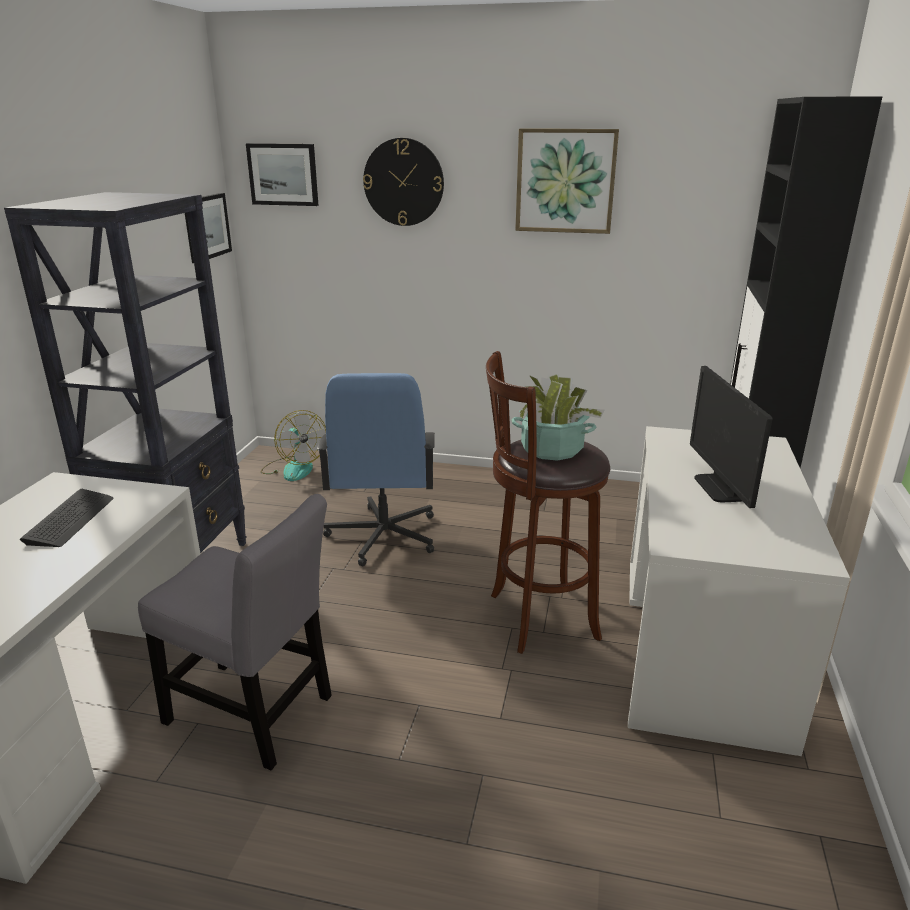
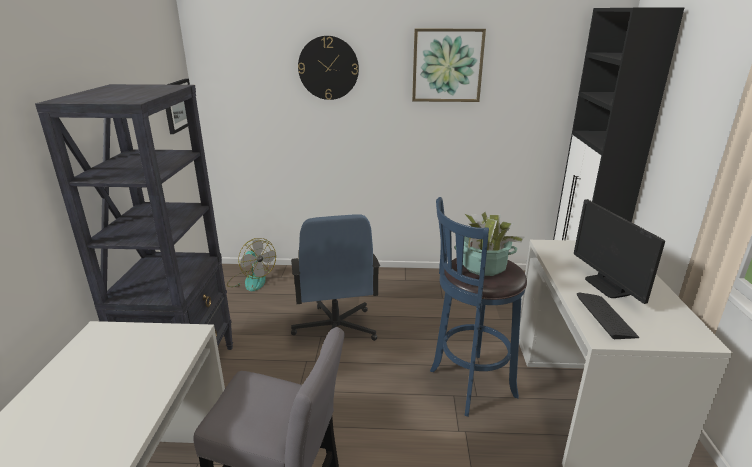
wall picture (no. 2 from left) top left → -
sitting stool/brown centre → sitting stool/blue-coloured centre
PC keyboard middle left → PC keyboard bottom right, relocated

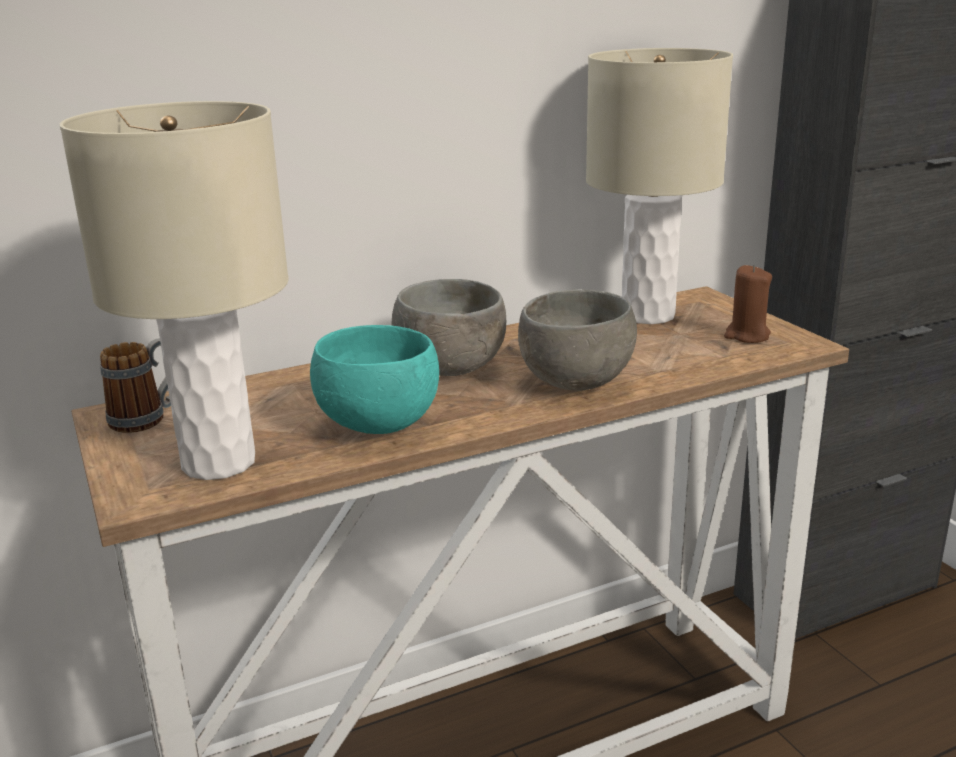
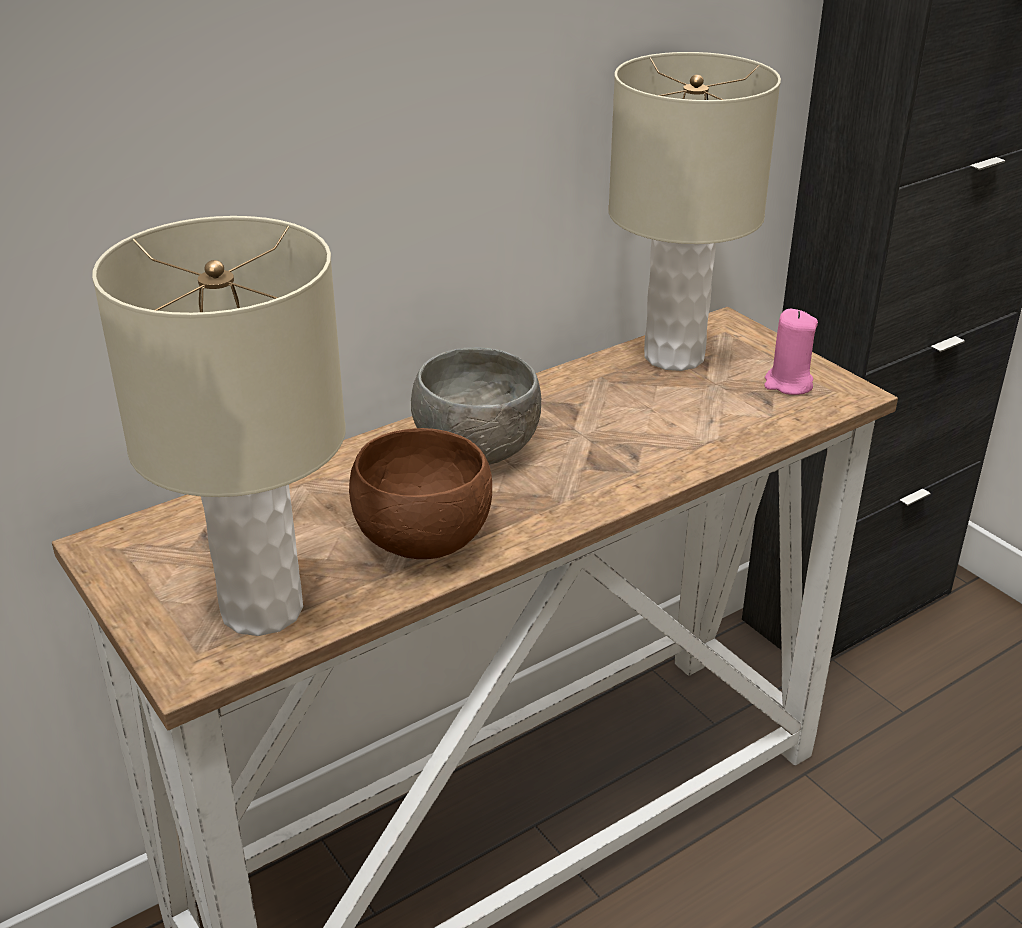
candle/brown middle right → candle/pink-coloured middle right
deep dish/grey (no. 2 from left) centre → -
deep dish/turquoise centre → deep dish/brown centre
coffee mug middle left → -

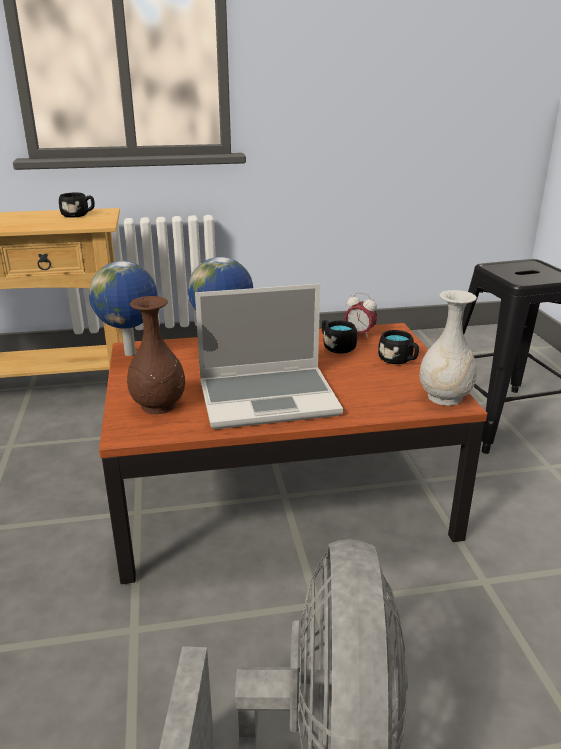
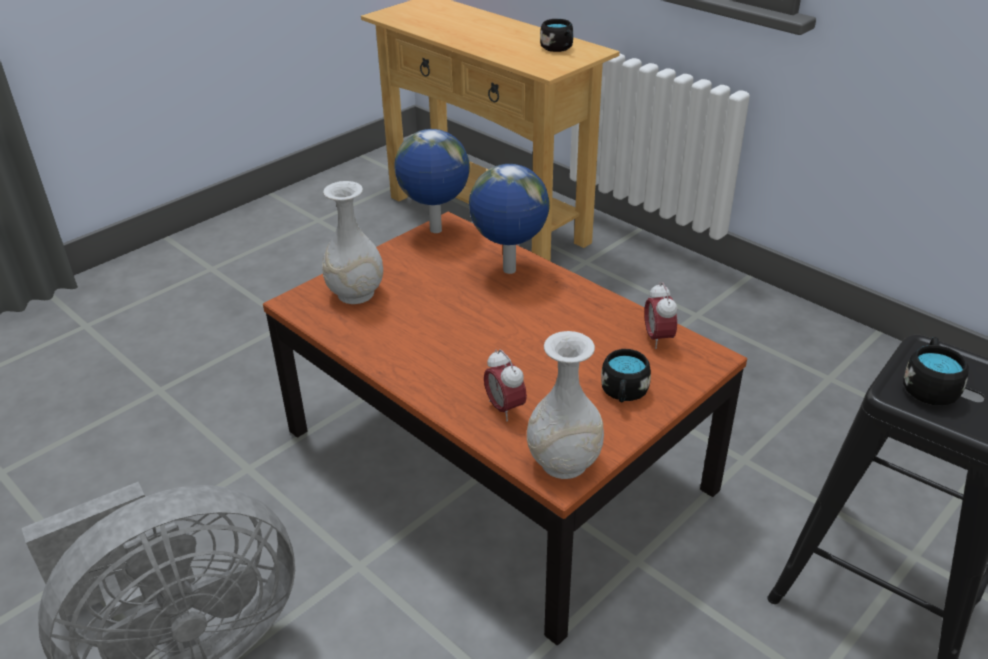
laptop centre → -
flower vase/brown middle left → flower vase/whitish (no. 1 from left) centre
coffee mug/black-coloured (no. 2 from left in the first image) centre → coffee mug/black-coloured (no. 3 from left) middle right, relocated
- → table clock (no. 1 from left) centre

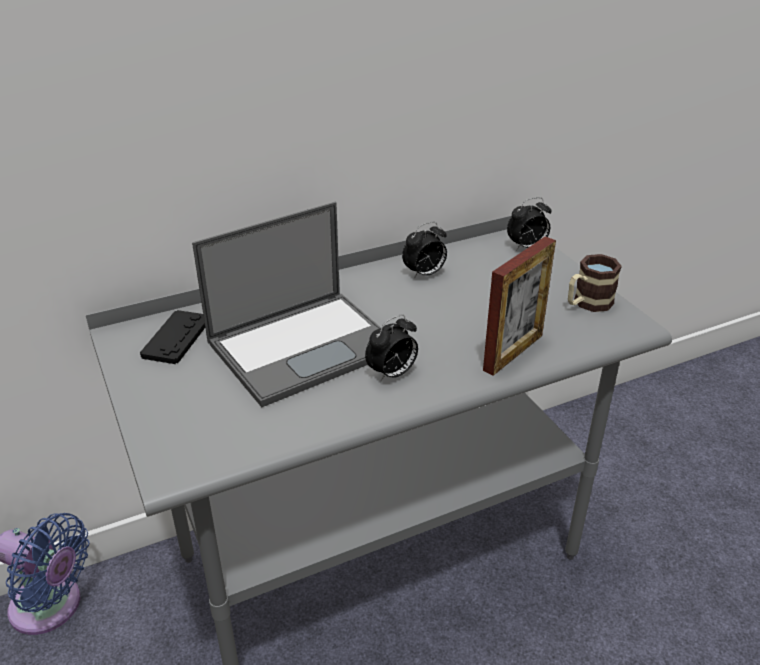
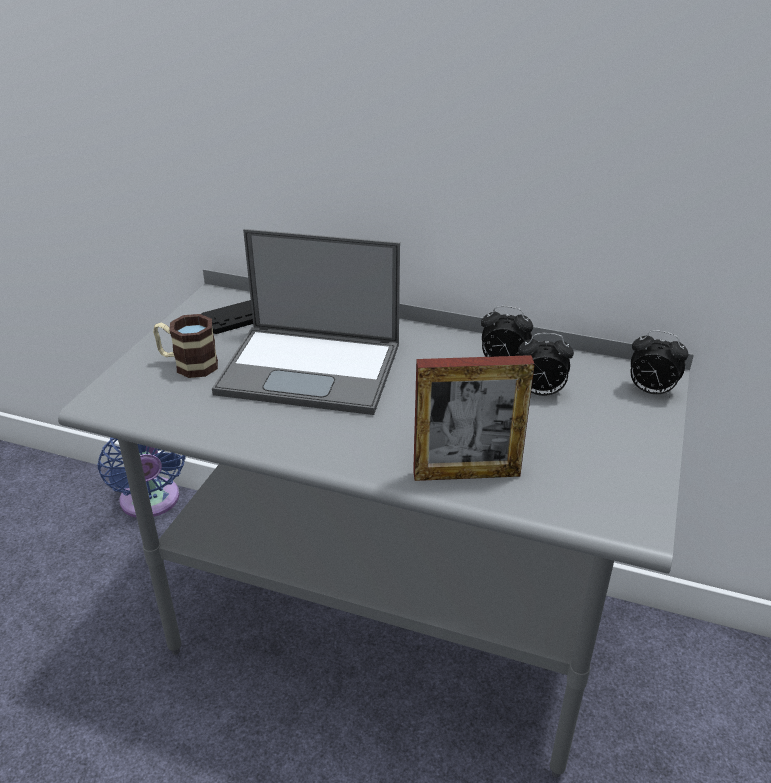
coffee mug middle right → coffee mug middle left, relocated
table clock (no. 1 from left in the first image) centre → table clock (no. 2 from left) middle right, relocated

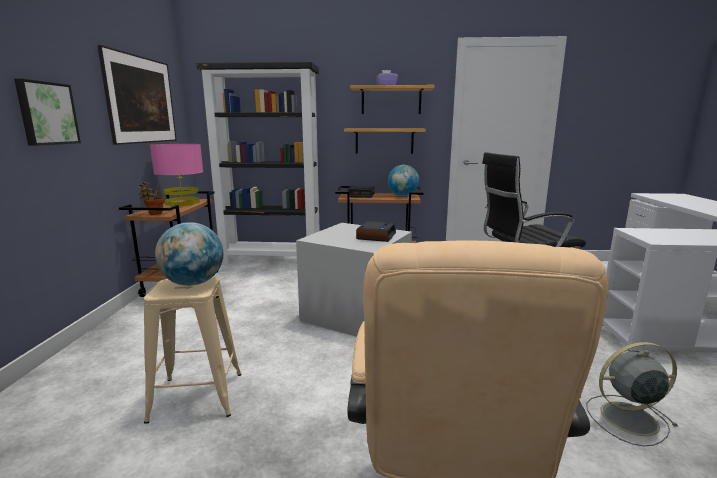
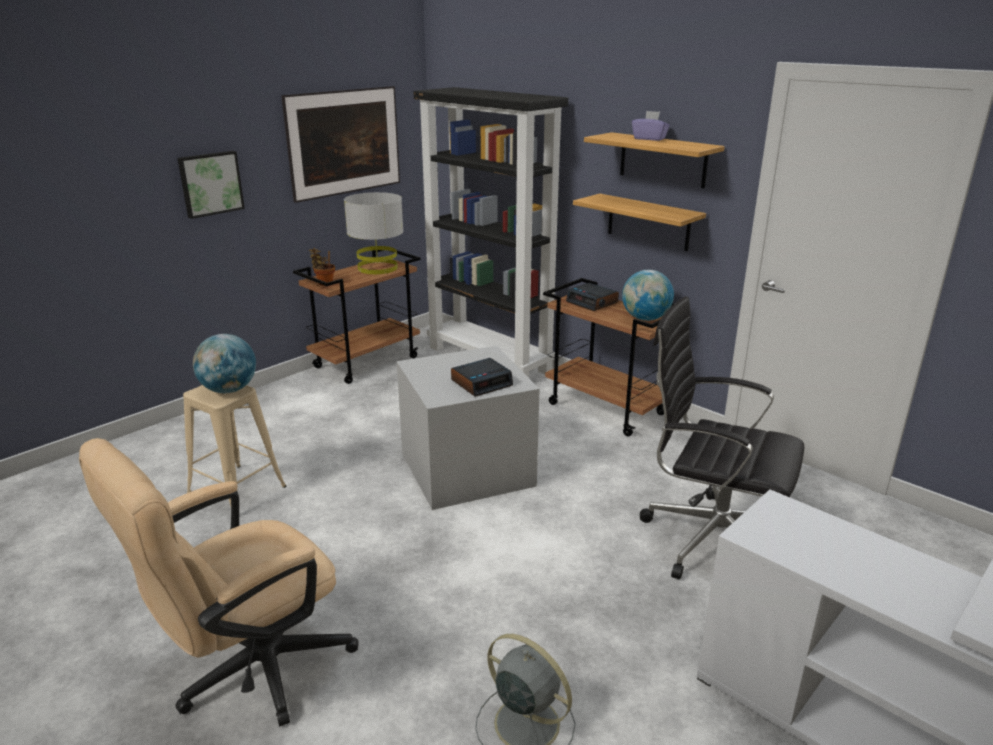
table lamp/pink-coloured middle left → table lamp/grey top centre

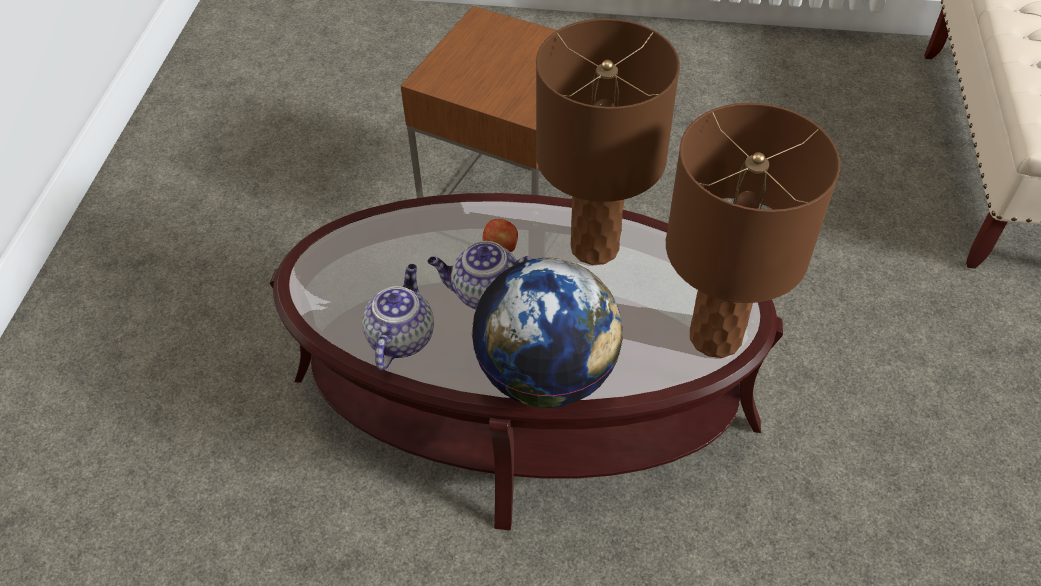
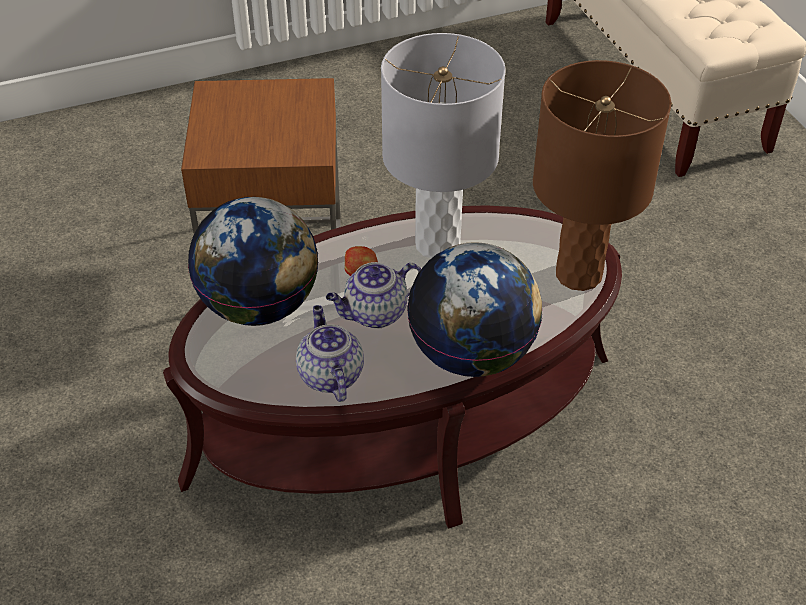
table lamp/brown (no. 1 from left) top centre → table lamp/grey top centre
- → world globe (no. 1 from left) middle left

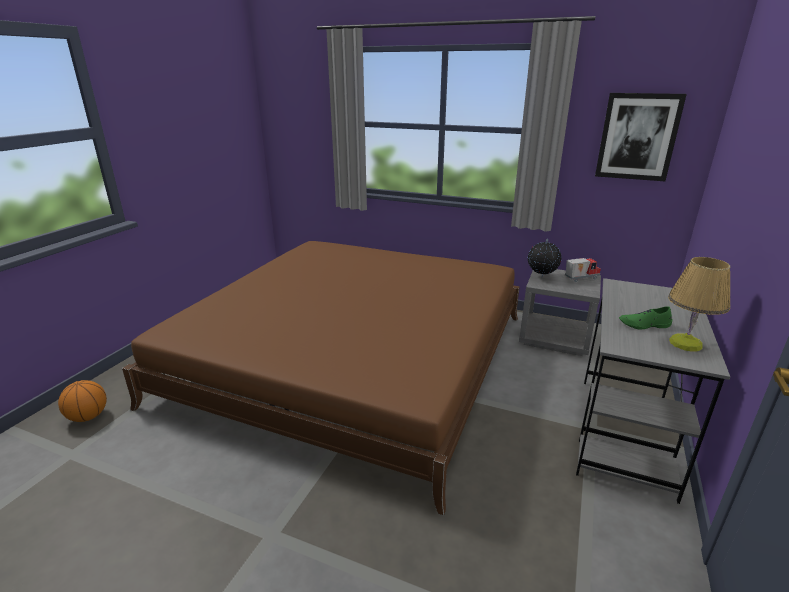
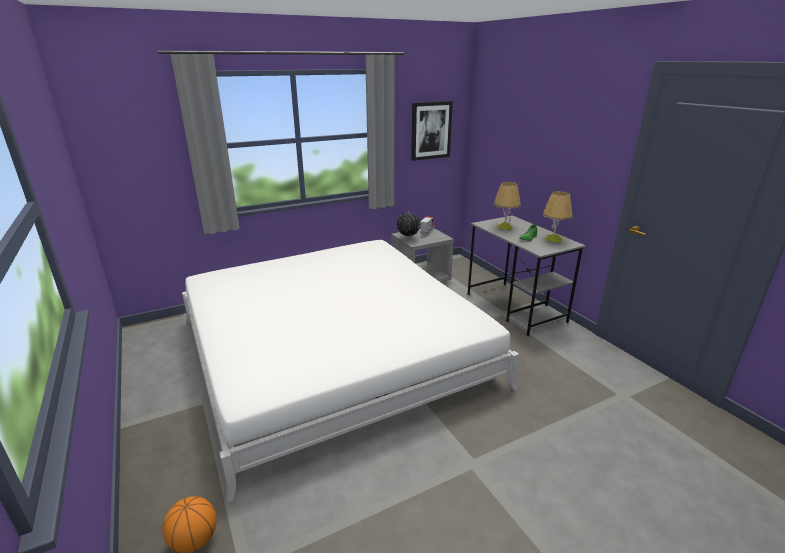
bed/brown centre → bed/whitish bottom centre
- → table lamp (no. 1 from left) centre

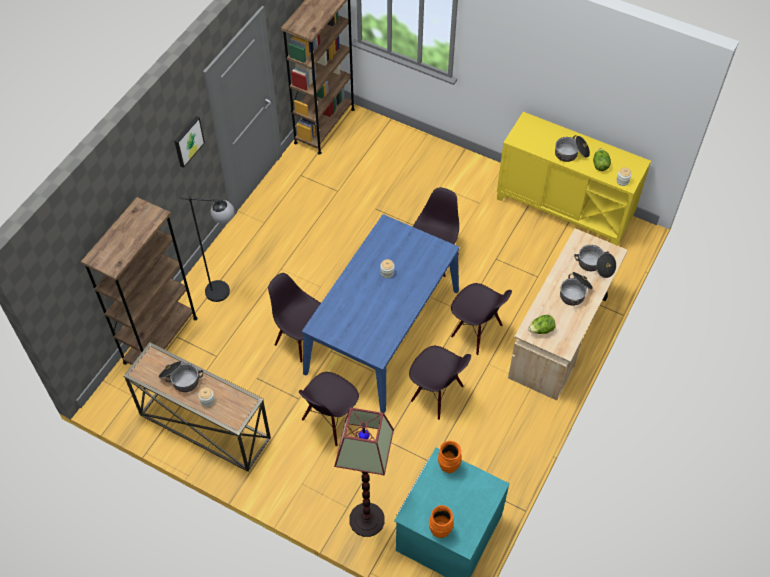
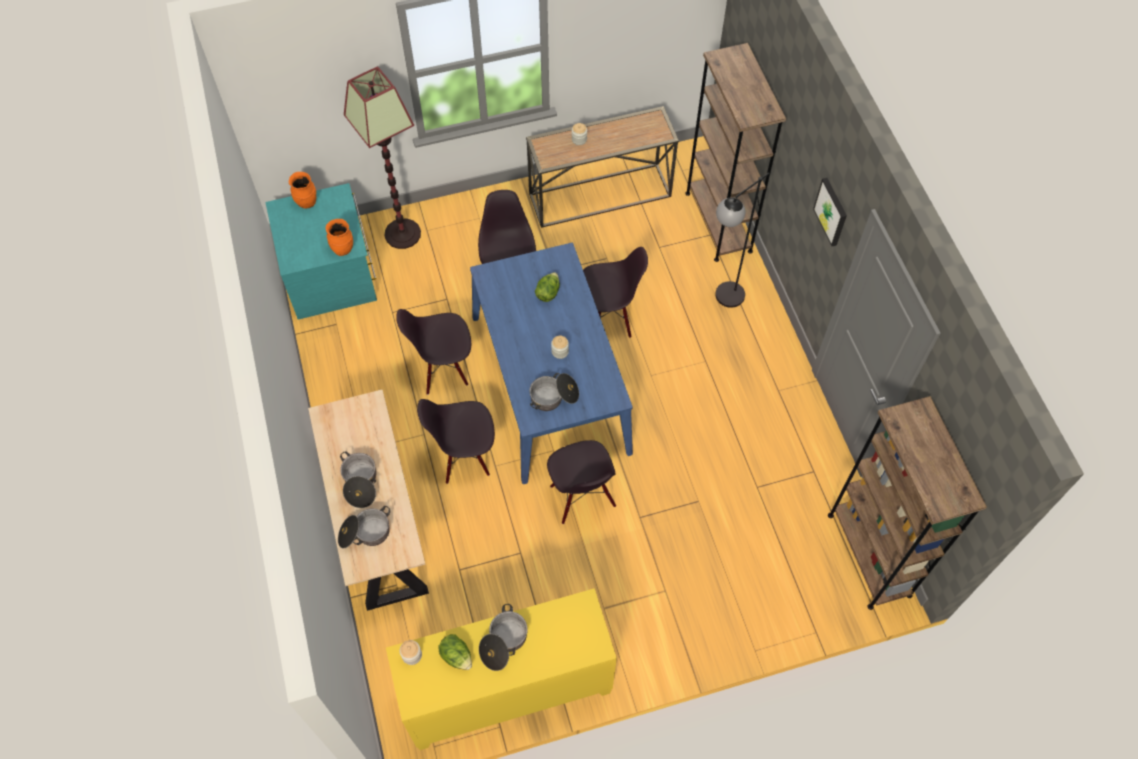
lettuce head (no. 1 from left in the first image) middle right → lettuce head (no. 2 from left) centre, relocated
saucepot (no. 1 from left in the first image) middle left → saucepot (no. 4 from left) centre, relocated

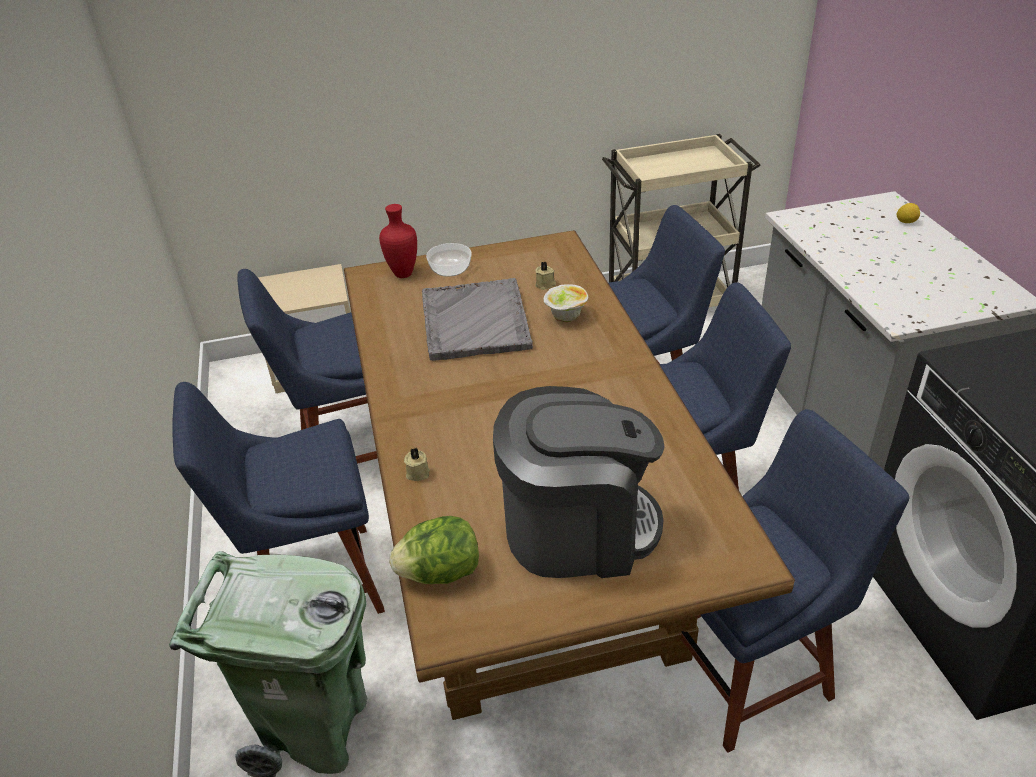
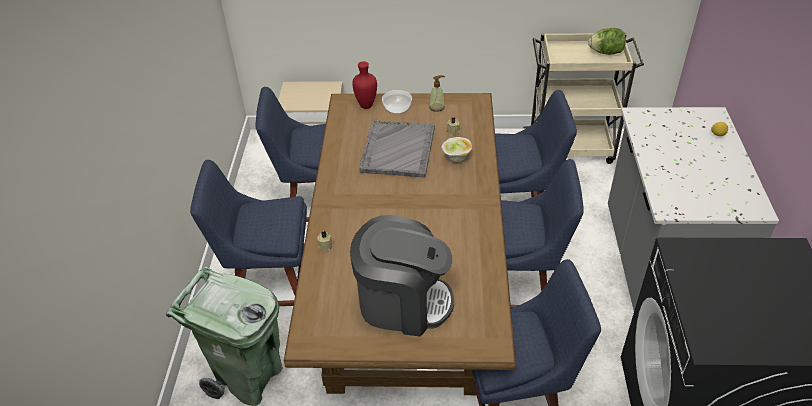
lettuce head bottom centre → lettuce head top right, relocated
- → liquid soap bottle top centre

